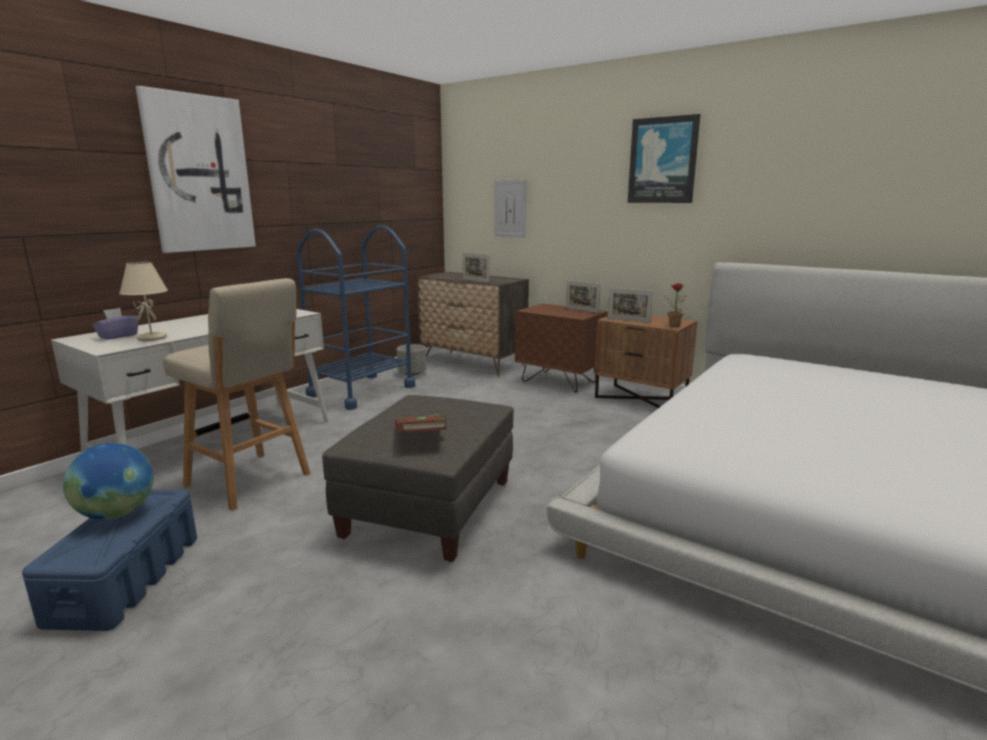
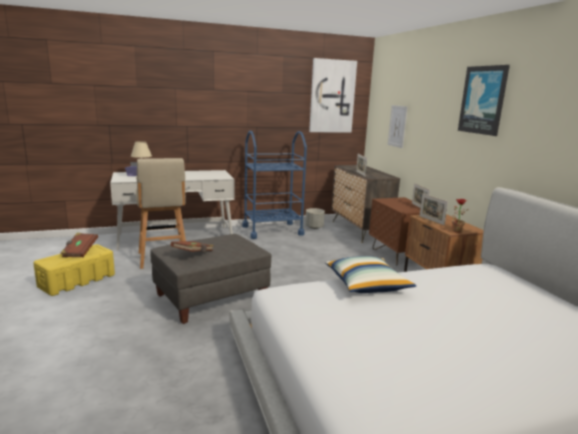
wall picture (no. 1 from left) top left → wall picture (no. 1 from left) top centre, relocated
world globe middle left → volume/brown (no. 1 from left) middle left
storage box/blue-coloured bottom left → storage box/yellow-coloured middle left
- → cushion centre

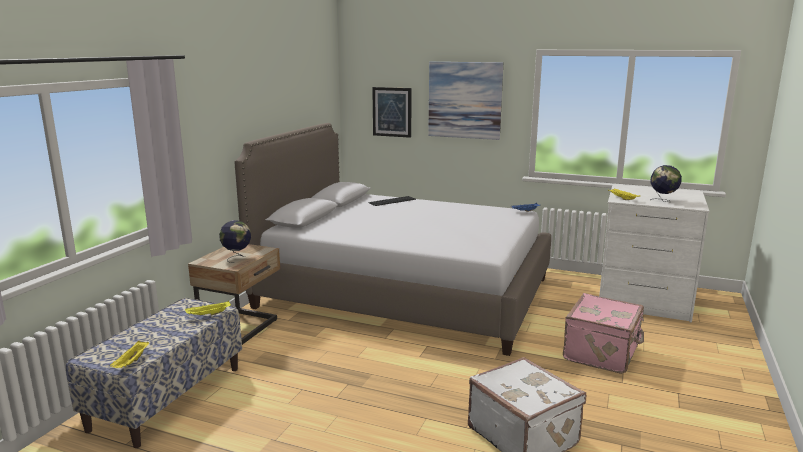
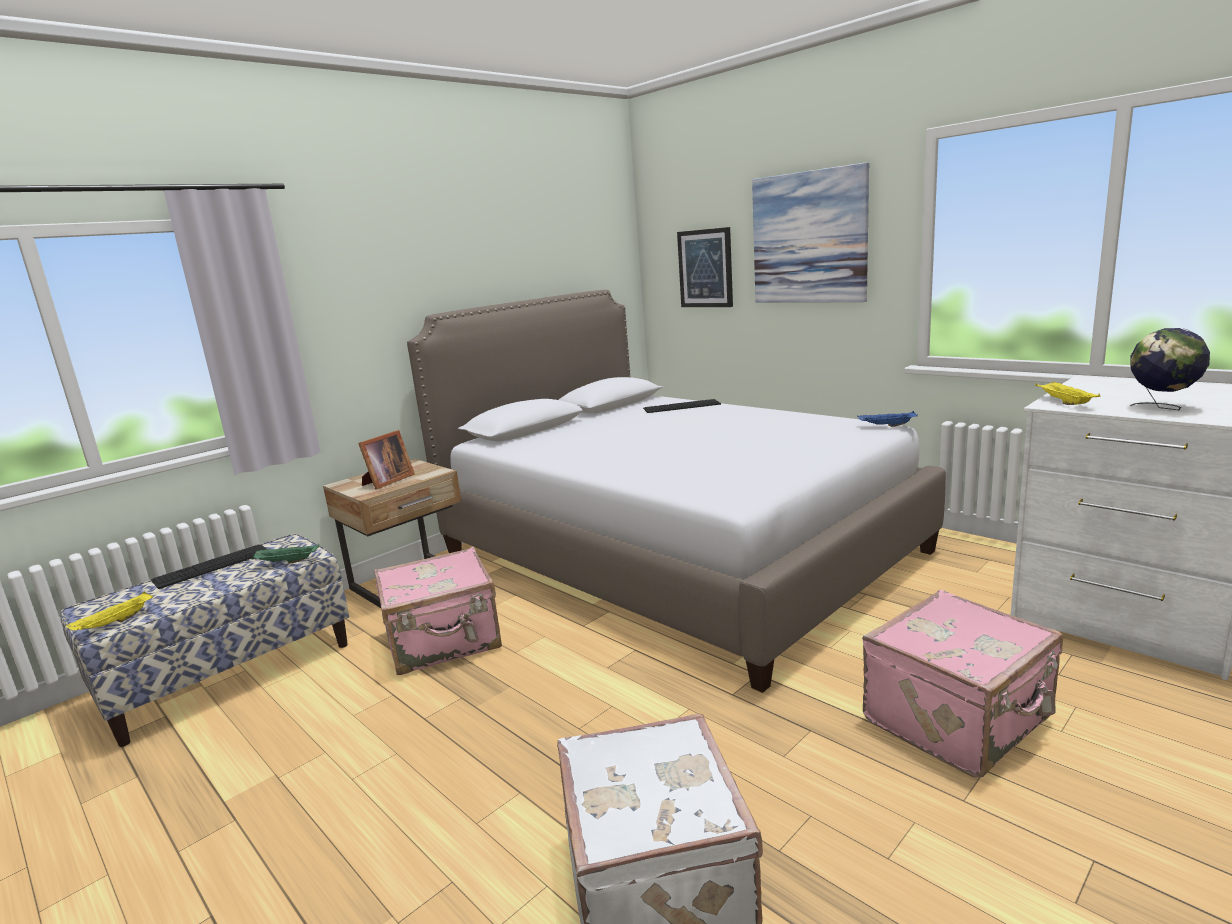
world globe (no. 1 from left) middle left → photo frame middle left
serving tray/yellow-coloured (no. 2 from left) bottom left → serving tray/greenish middle left
- → PC keyboard (no. 1 from left) middle left
- → suitcase/pink-coloured (no. 1 from left) centre

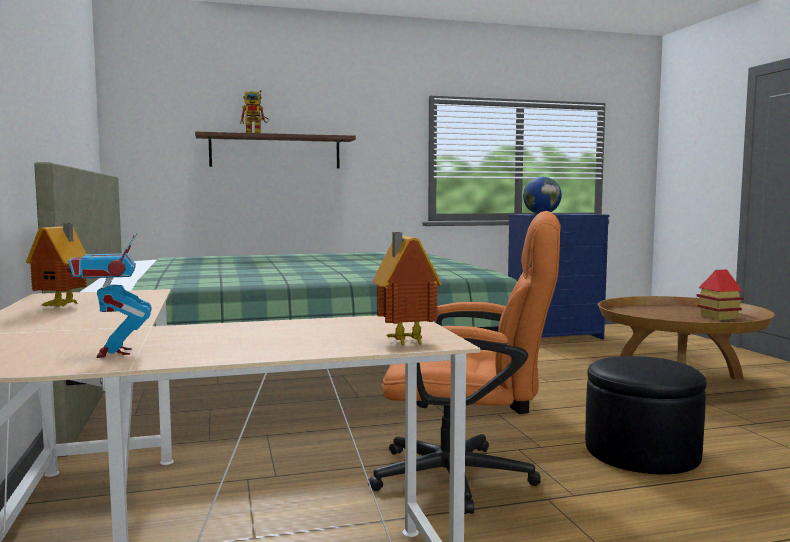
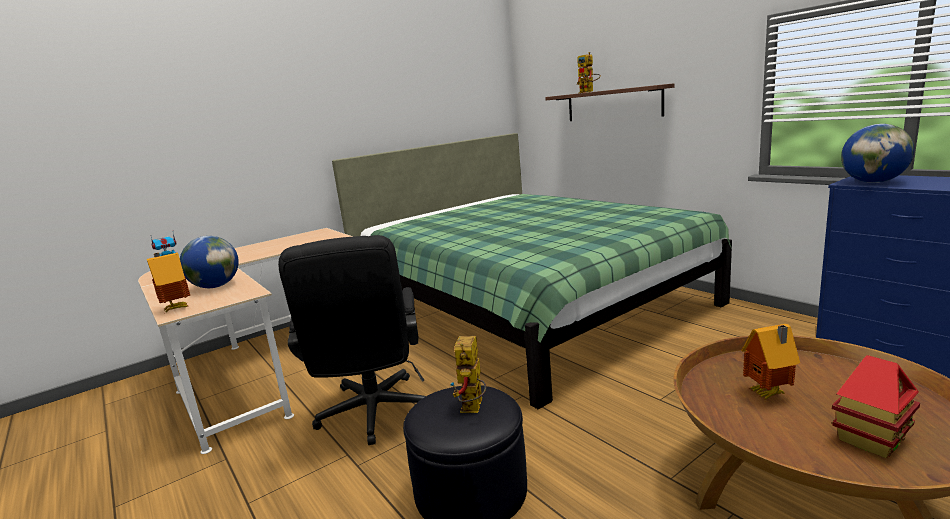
computer chair/orange-coloured bottom centre → computer chair/black-coloured centre
miniature house (no. 1 from left in the first image) middle left → miniature house (no. 2 from left) bottom right, relocated
- → world globe (no. 1 from left) middle left
- → robot figure (no. 2 from left) bottom centre

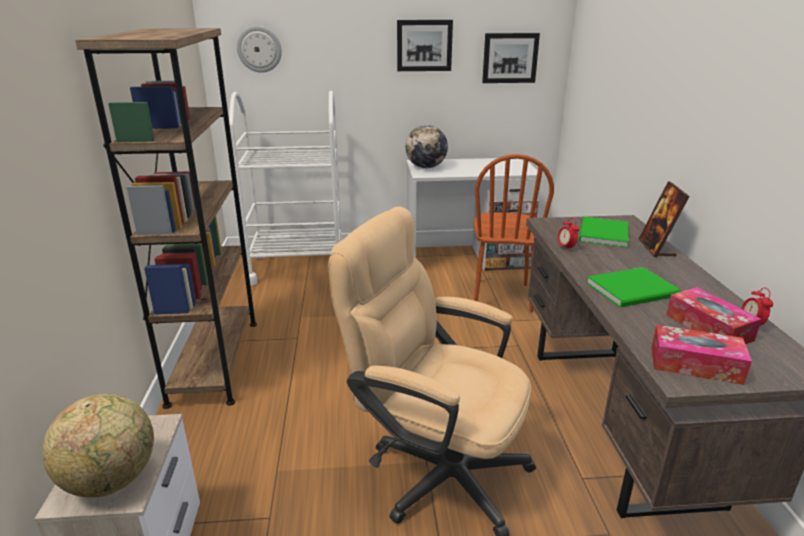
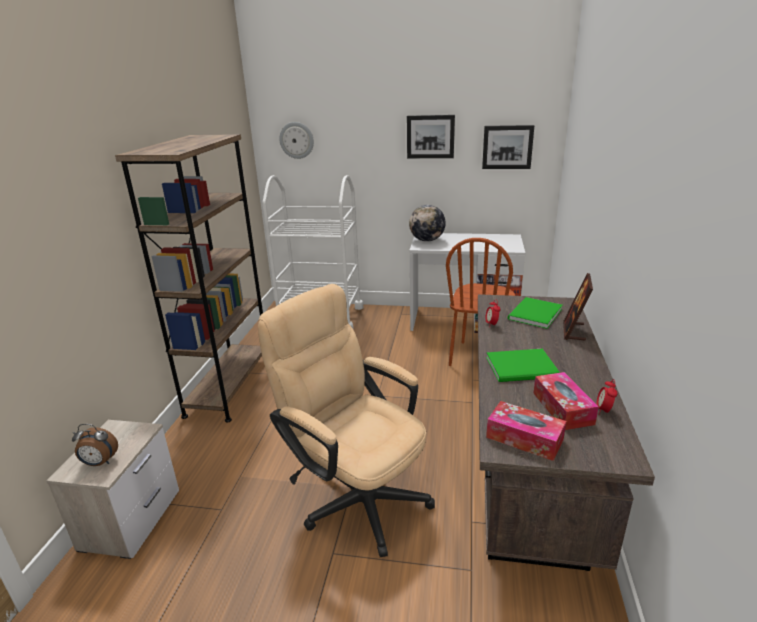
world globe (no. 1 from left) bottom left → table clock (no. 1 from left) bottom left

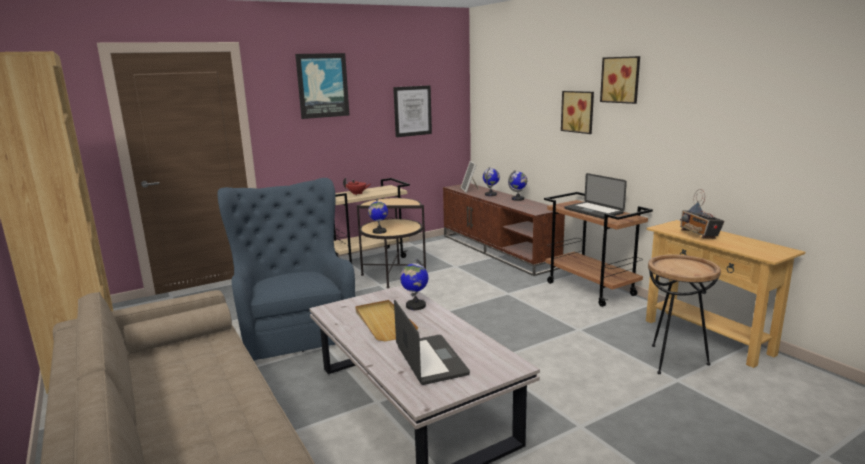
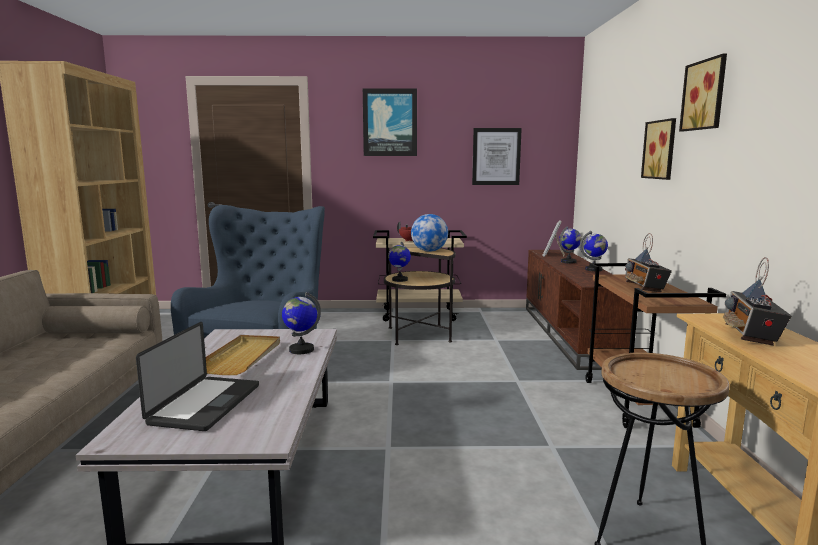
laptop (no. 2 from left) middle right → radio set (no. 1 from left) middle right
- → world globe (no. 3 from left) centre

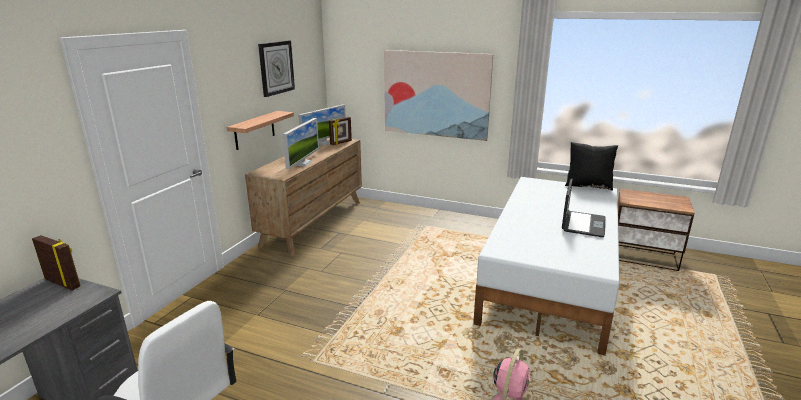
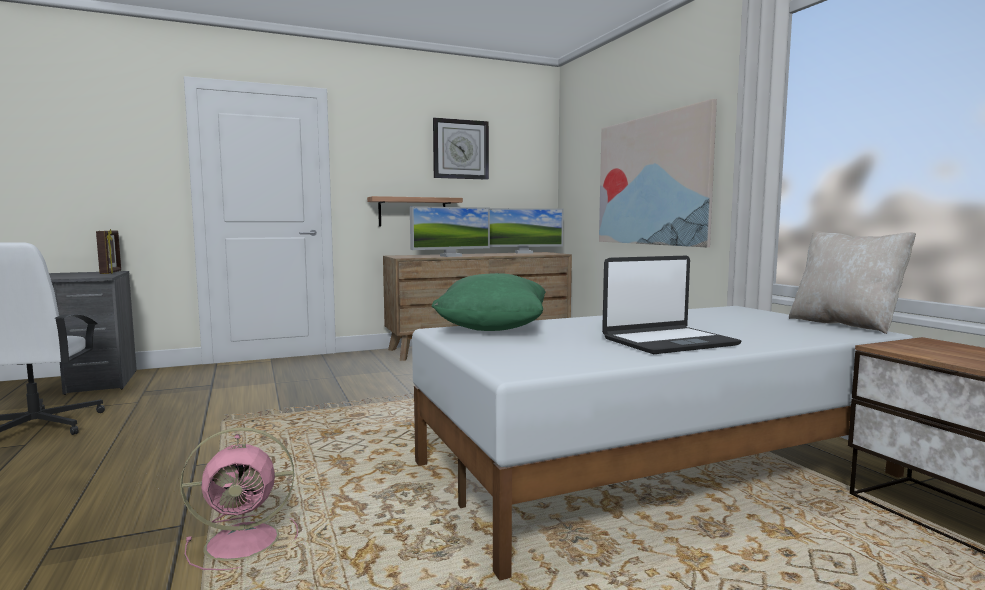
photo frame (no. 2 from left) top centre → -
cushion/black-coloured middle right → cushion/sand-coloured middle right
- → cushion/greenish centre

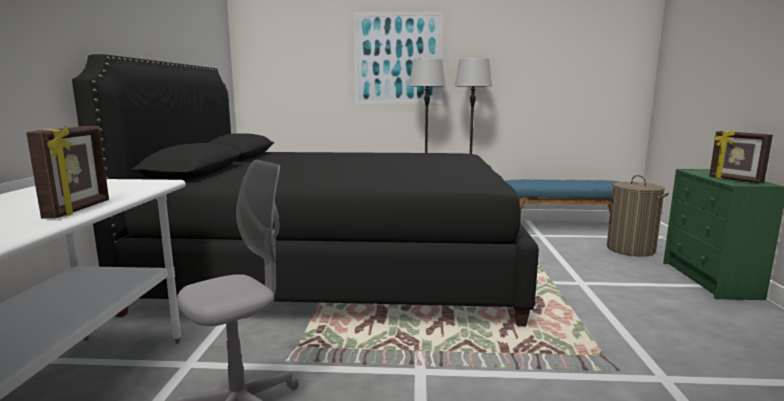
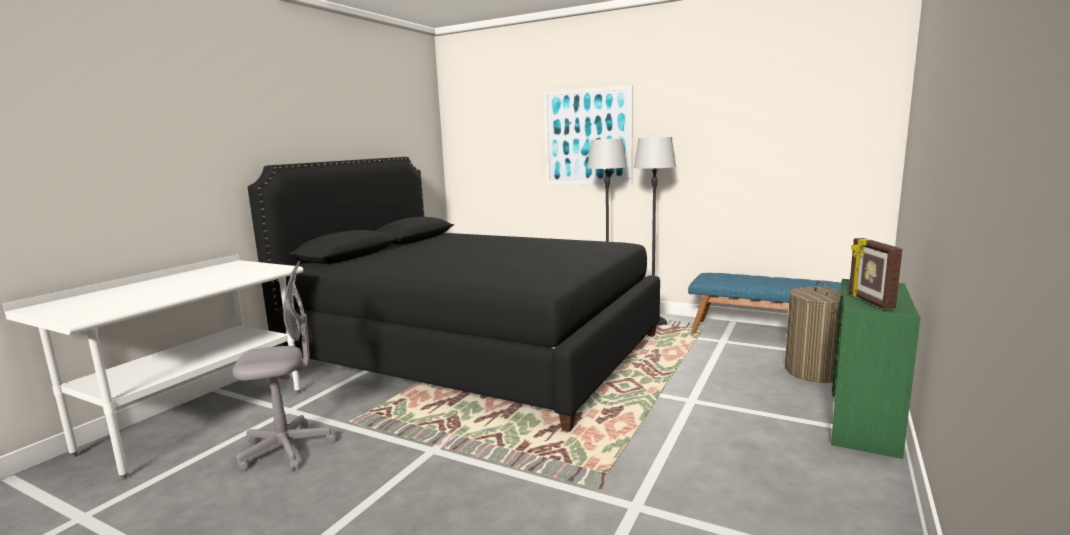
photo frame (no. 1 from left) middle left → -

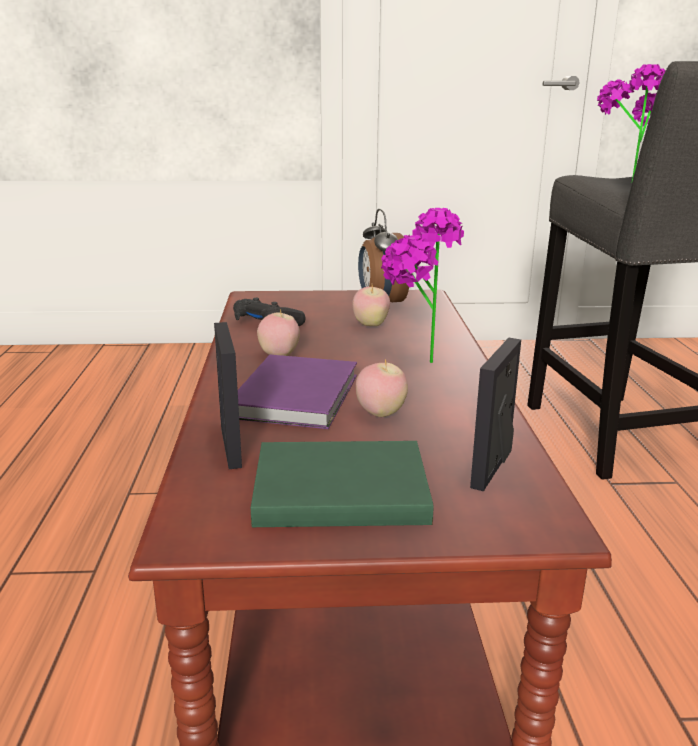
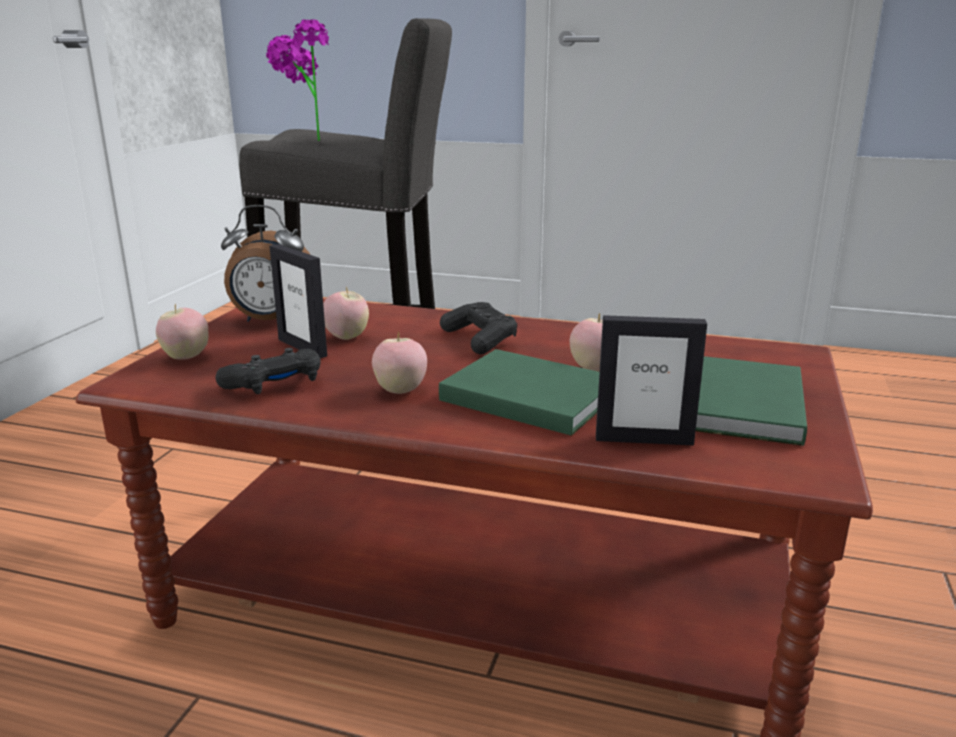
plant in a pot (no. 1 from left) centre → gamepad/black-coloured (no. 2 from left) centre
photo frame (no. 2 from left in the first image) middle right → photo frame (no. 1 from left) middle left, relocated
volume/purple centre → volume/greenish (no. 1 from left) centre
- → apple (no. 1 from left) middle left

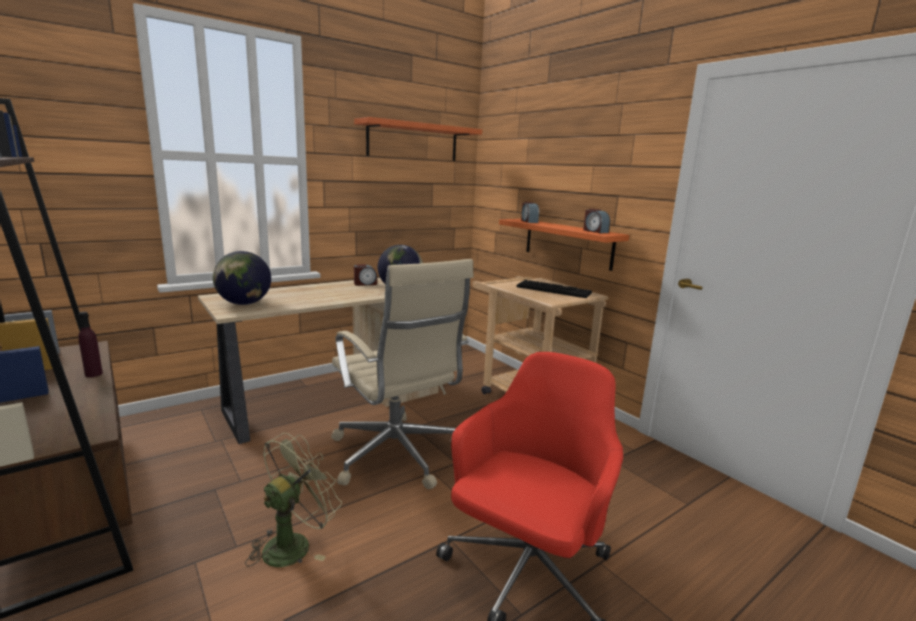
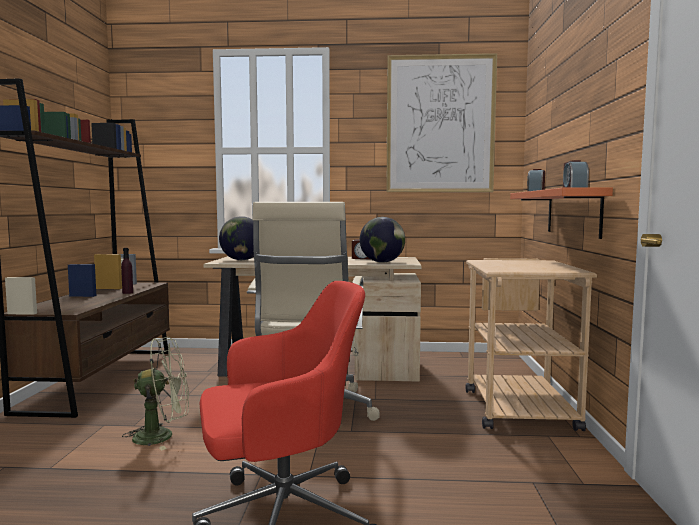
shelf/orange-coloured (no. 1 from left) top centre → wall picture top centre
PC keyboard centre → -

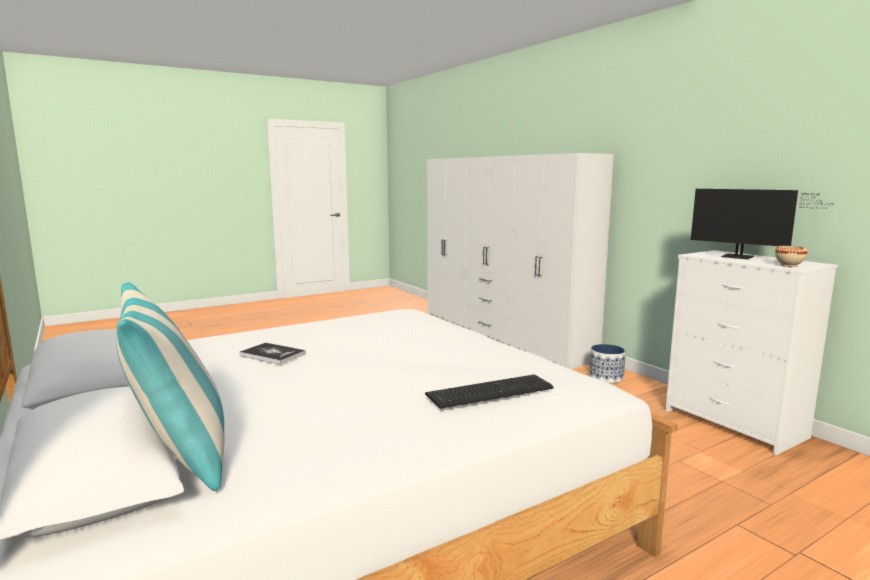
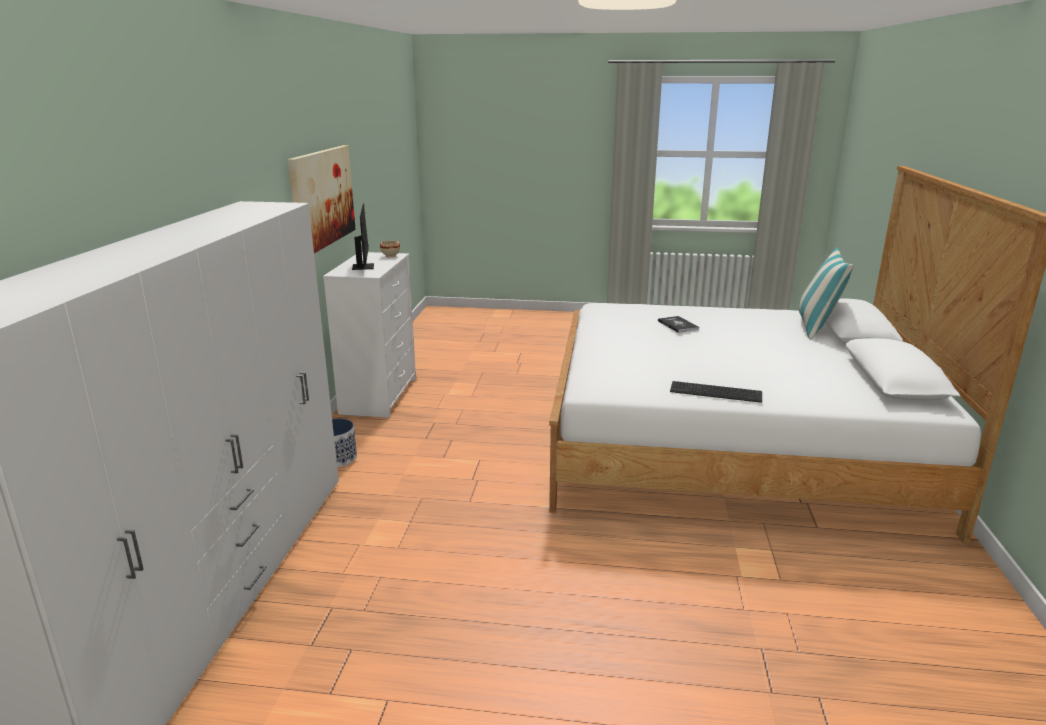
volume middle left → volume centre, relocated
PC keyboard bottom centre → PC keyboard middle right, relocated
- → wall picture top left

